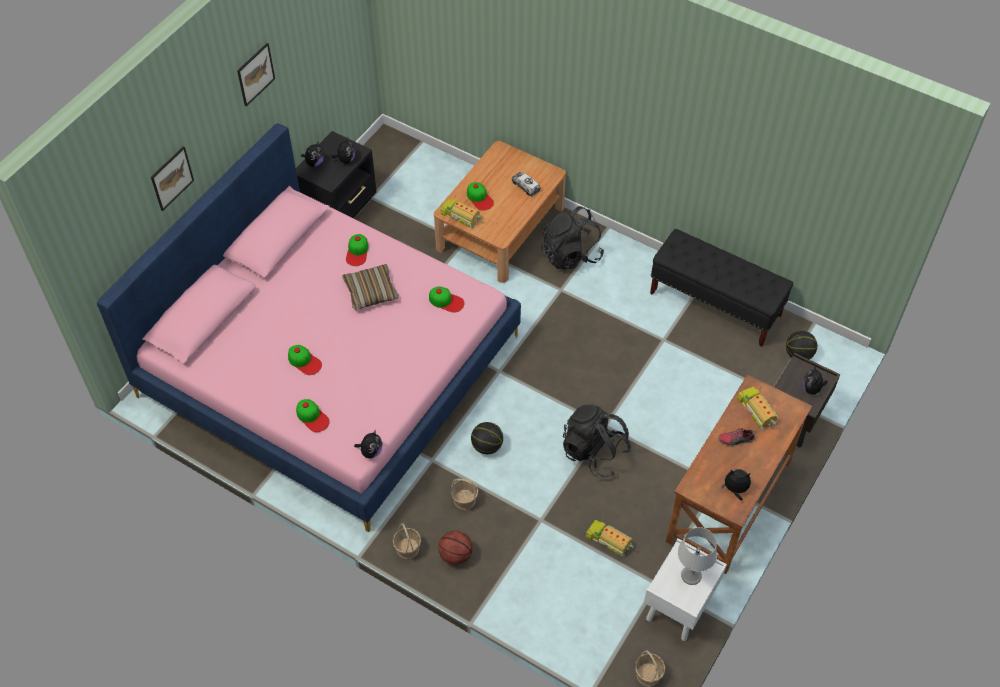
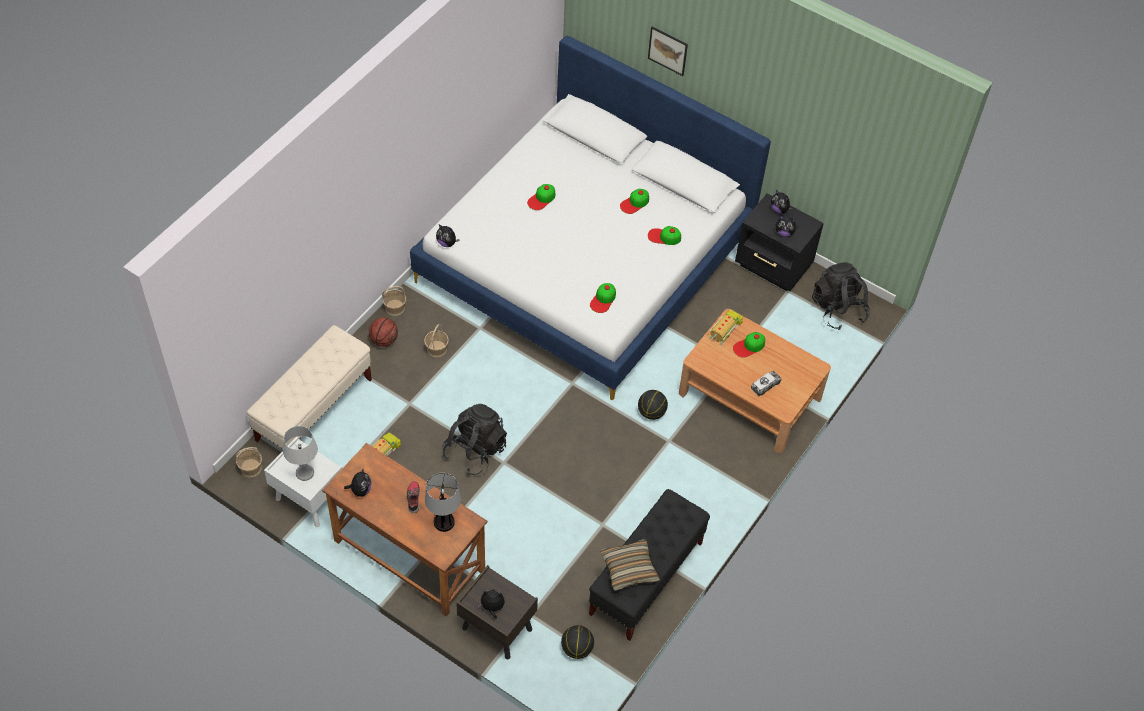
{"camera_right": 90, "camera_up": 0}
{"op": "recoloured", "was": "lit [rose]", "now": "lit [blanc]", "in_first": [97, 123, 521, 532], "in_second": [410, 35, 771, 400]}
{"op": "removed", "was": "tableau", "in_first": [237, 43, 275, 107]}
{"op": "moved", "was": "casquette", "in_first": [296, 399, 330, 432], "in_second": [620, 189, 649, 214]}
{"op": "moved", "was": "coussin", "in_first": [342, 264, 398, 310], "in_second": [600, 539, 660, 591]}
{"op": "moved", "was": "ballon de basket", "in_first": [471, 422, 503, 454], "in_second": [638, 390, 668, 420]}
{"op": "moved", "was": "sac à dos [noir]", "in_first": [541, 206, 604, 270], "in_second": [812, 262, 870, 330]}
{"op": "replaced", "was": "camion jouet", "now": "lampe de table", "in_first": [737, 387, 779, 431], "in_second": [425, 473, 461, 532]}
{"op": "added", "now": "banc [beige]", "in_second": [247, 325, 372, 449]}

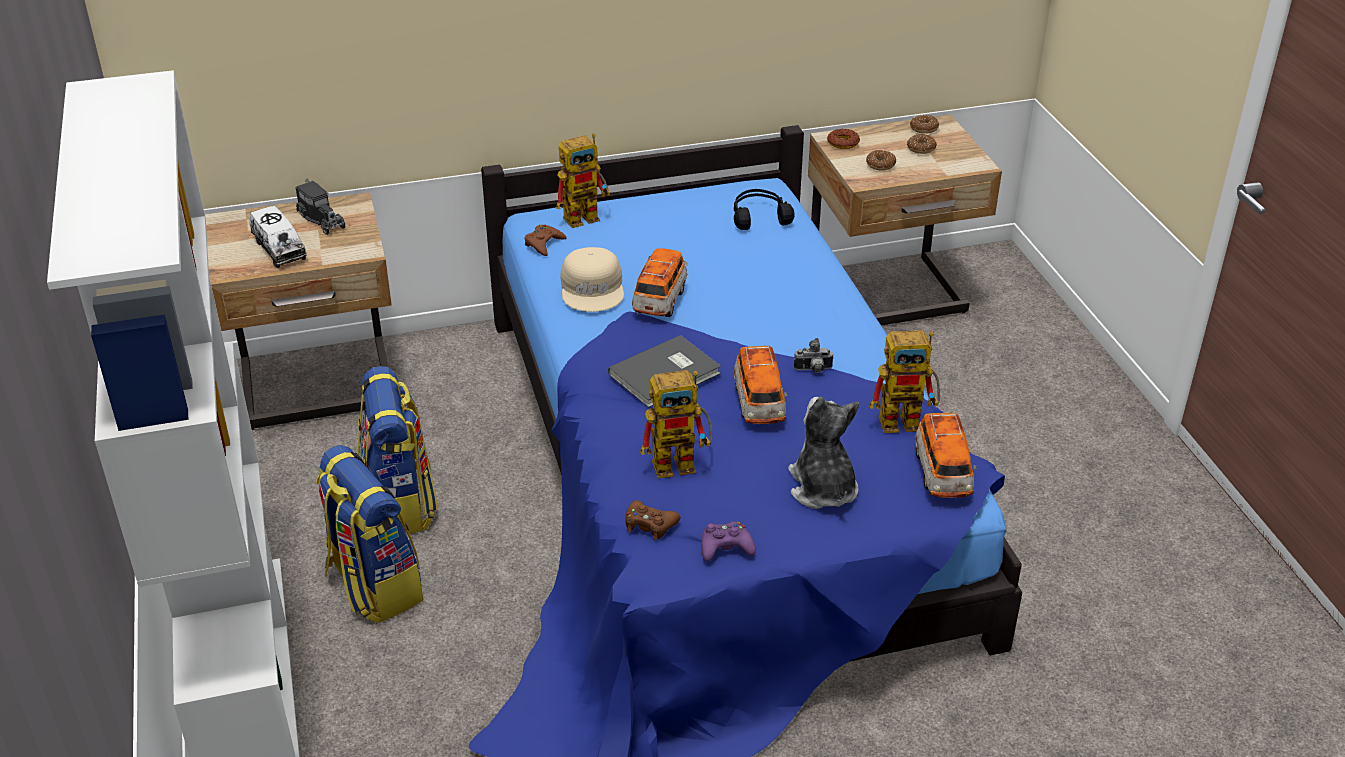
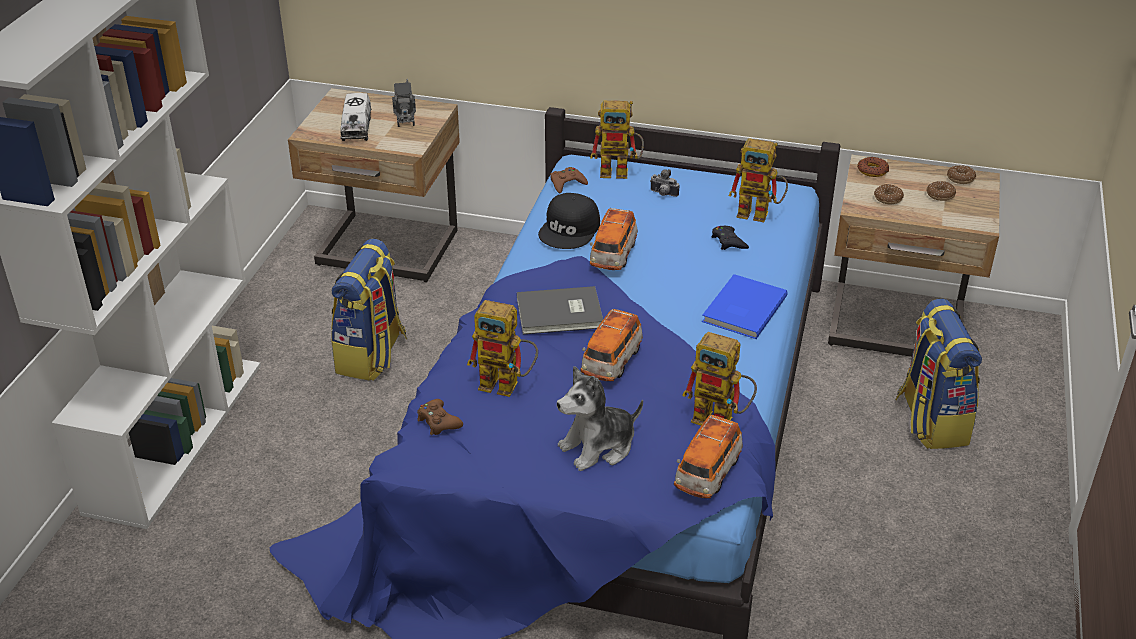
{"camera_right": 30, "camera_up": 0}
{"op": "moved", "was": "sac à dos", "in_first": [316, 445, 423, 624], "in_second": [896, 298, 982, 449]}
{"op": "recoloured", "was": "casquette [beige]", "now": "casquette [noir]", "in_first": [561, 247, 624, 312], "in_second": [538, 193, 600, 249]}
{"op": "turned", "was": "petite voiture", "in_first": [632, 248, 688, 317], "in_second": [590, 208, 638, 270], "clockwise": 150}
{"op": "removed", "was": "manette [violet]", "in_first": [701, 521, 756, 561]}
{"op": "replaced", "was": "casque audio [noir]", "now": "robot jouet", "in_first": [734, 189, 795, 230], "in_second": [729, 138, 788, 222]}
{"op": "turned", "was": "peluche", "in_first": [788, 397, 859, 509], "in_second": [557, 366, 643, 471], "clockwise": -135}
{"op": "moved", "was": "appareil photo", "in_first": [794, 338, 834, 373], "in_second": [650, 169, 679, 197]}
{"op": "added", "now": "livre [bleu]", "in_second": [702, 274, 788, 339]}
{"op": "added", "now": "manette [noir]", "in_second": [712, 226, 749, 250]}

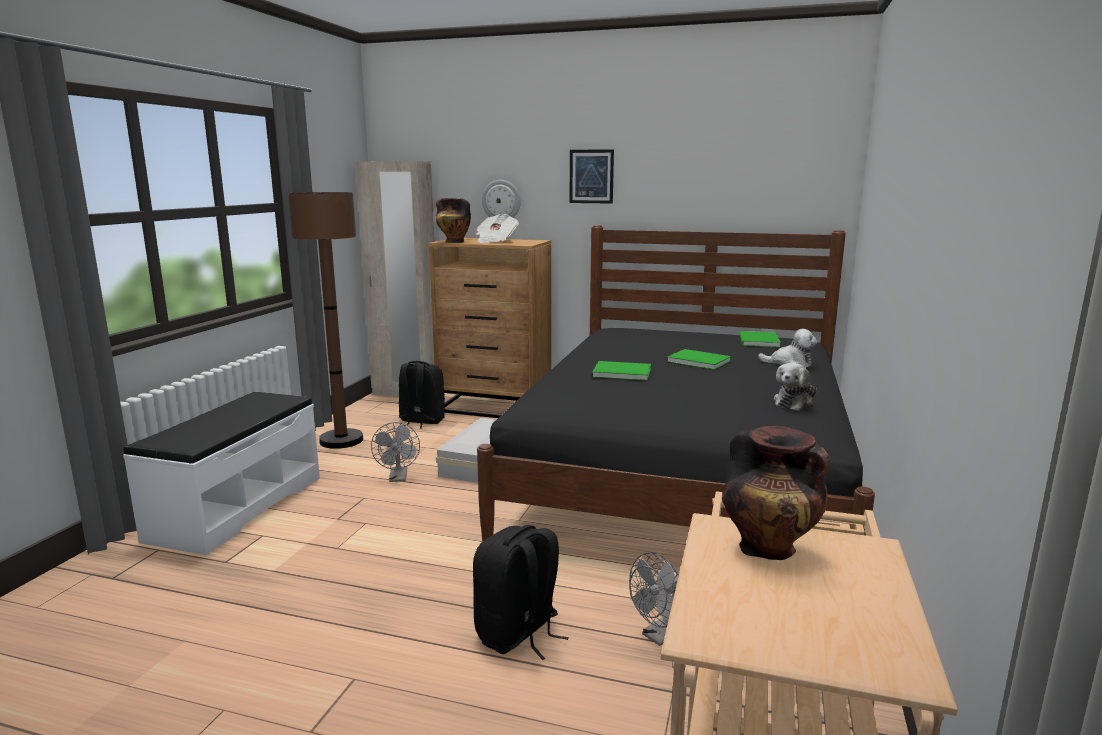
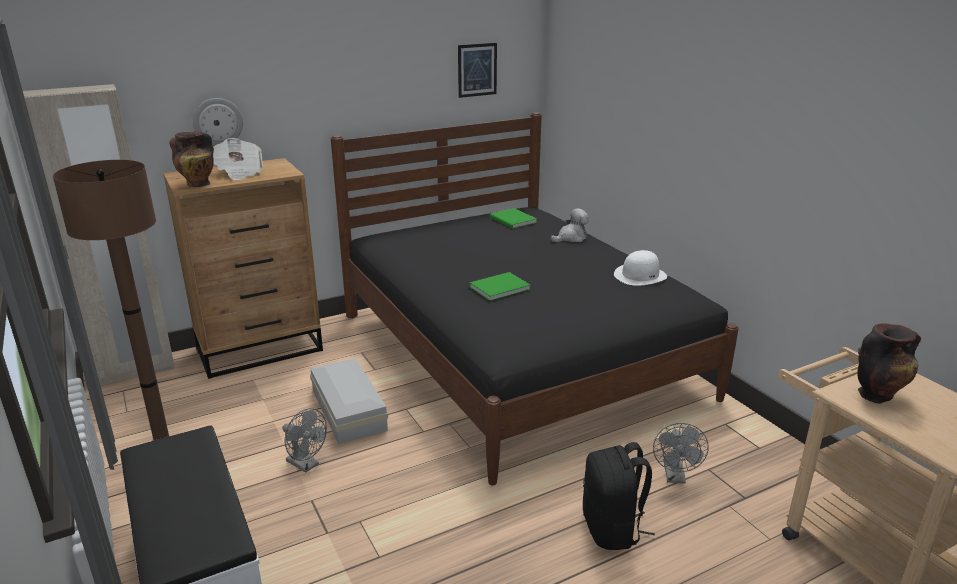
{"camera_right": -45, "camera_up": 10}
{"op": "removed", "was": "sac à dos [noir]", "in_first": [399, 361, 445, 429]}
{"op": "moved", "was": "tableau", "in_first": [569, 149, 614, 204], "in_second": [458, 43, 497, 98]}
{"op": "removed", "was": "livre [vert]", "in_first": [667, 349, 731, 370]}
{"op": "replaced", "was": "peluche", "now": "chapeau [blanc]", "in_first": [774, 363, 817, 411], "in_second": [614, 250, 667, 285]}

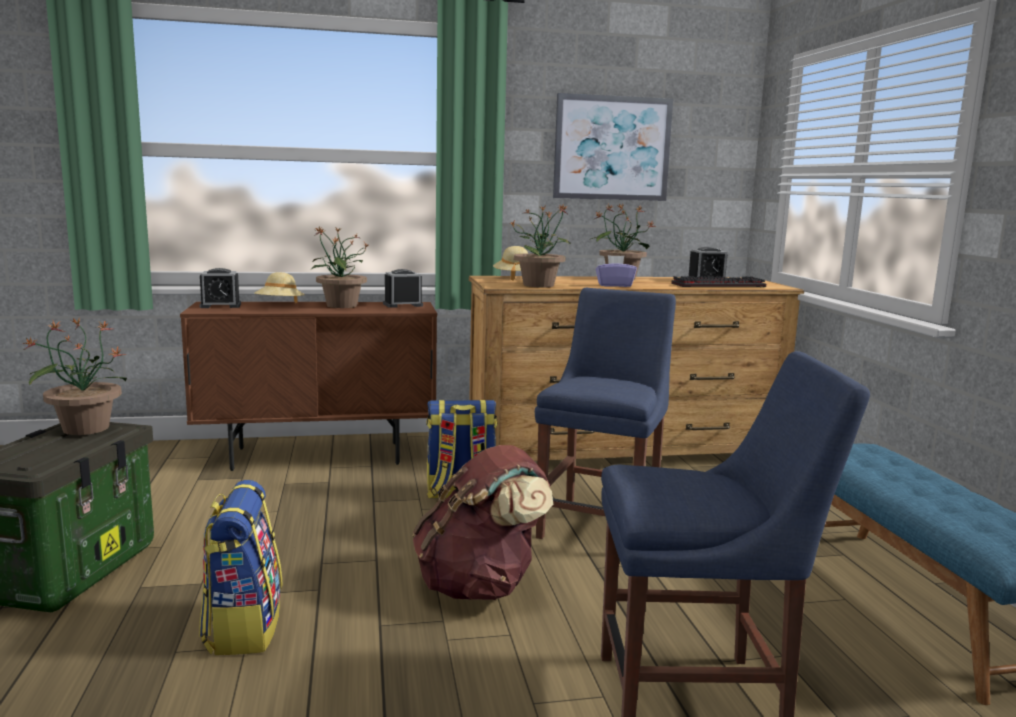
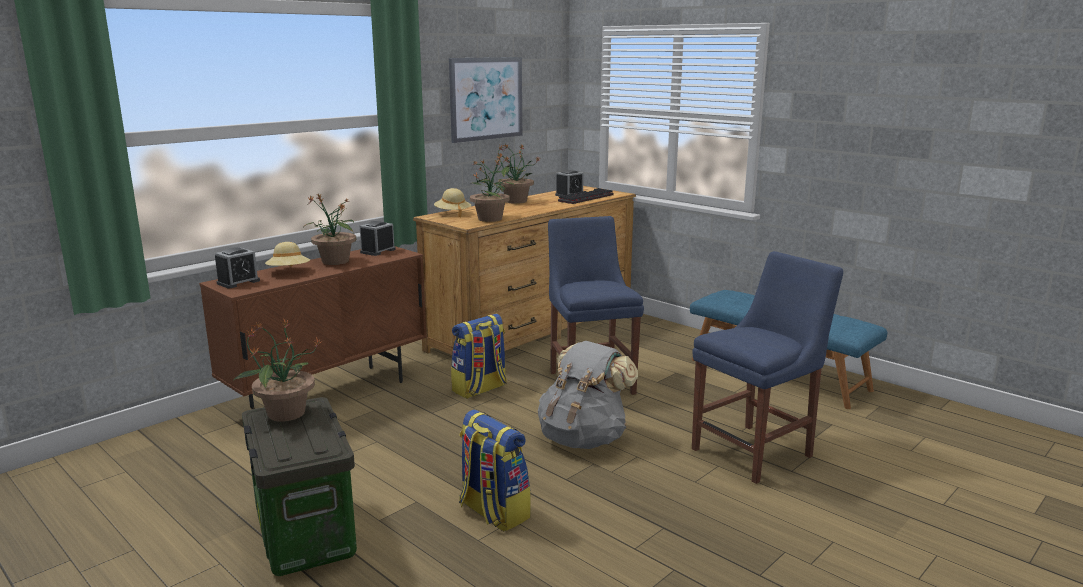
{"camera_right": -35, "camera_up": 5}
{"op": "recoloured", "was": "sac à dos [marron]", "now": "sac à dos [gris]", "in_first": [412, 445, 553, 600], "in_second": [538, 341, 638, 449]}
{"op": "removed", "was": "boîte à mouchoirs [violet]", "in_first": [595, 255, 637, 287]}

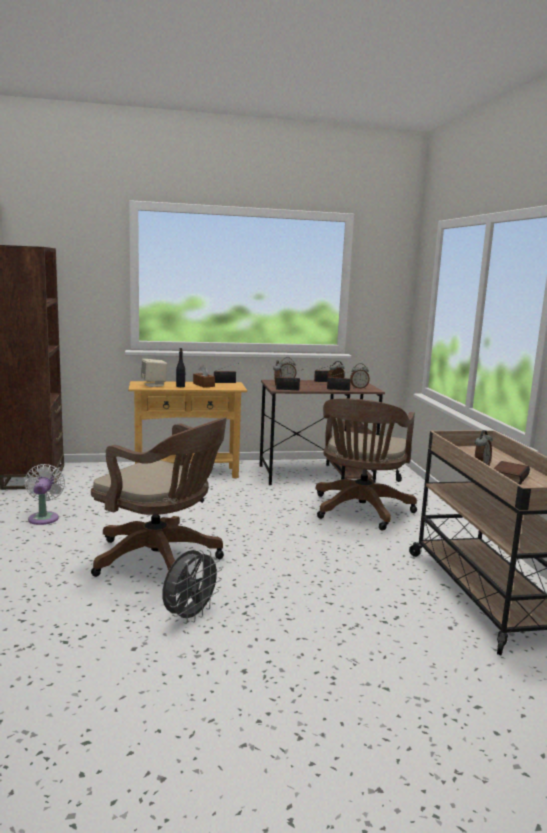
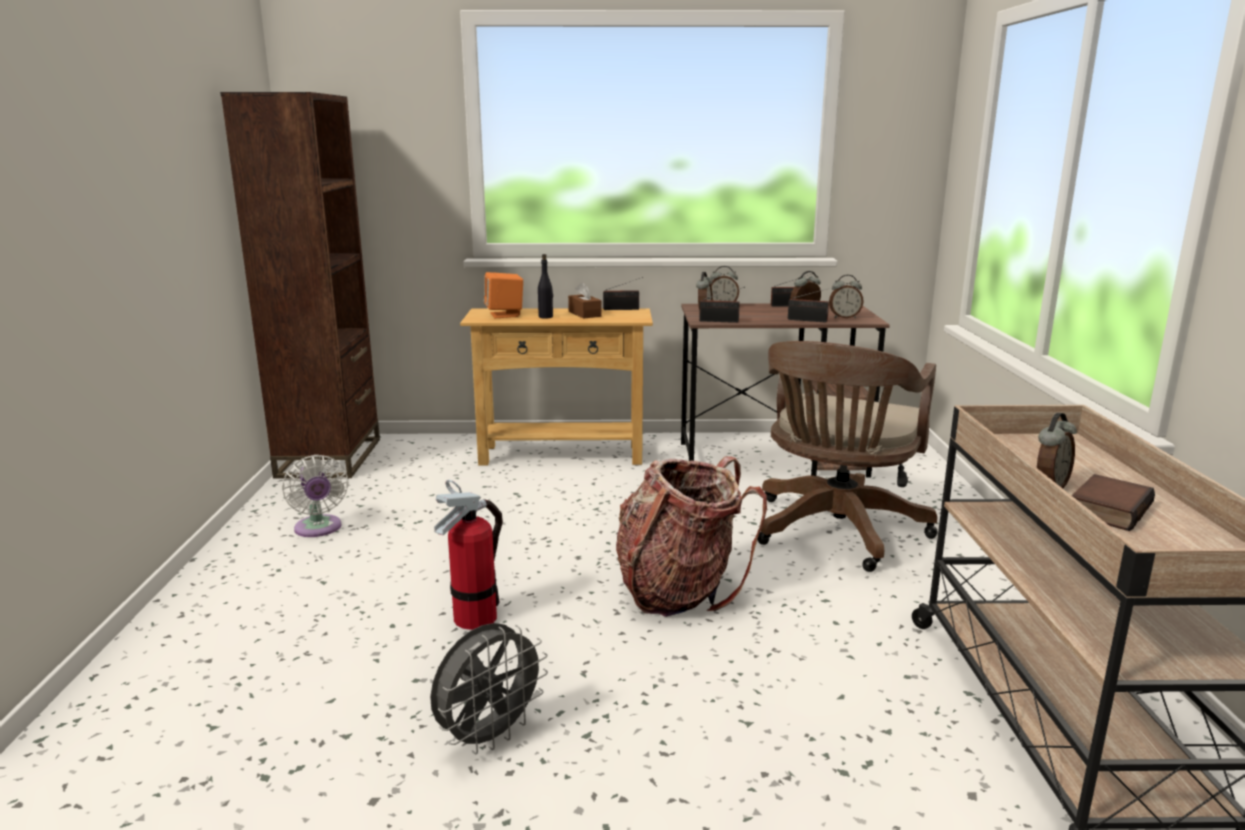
{"camera_right": 10, "camera_up": 5}
{"op": "turned", "was": "ventilateur [blanc]", "in_first": [24, 464, 65, 525], "in_second": [282, 455, 349, 537], "clockwise": 150}
{"op": "replaced", "was": "chaise de bureau [marron]", "now": "extincteur", "in_first": [91, 417, 227, 577], "in_second": [434, 480, 503, 630]}
{"op": "recoloured", "was": "enceinte [beige]", "now": "enceinte [orange]", "in_first": [141, 359, 167, 387], "in_second": [484, 272, 523, 318]}
{"op": "added", "now": "sac à dos", "in_second": [616, 456, 767, 617]}

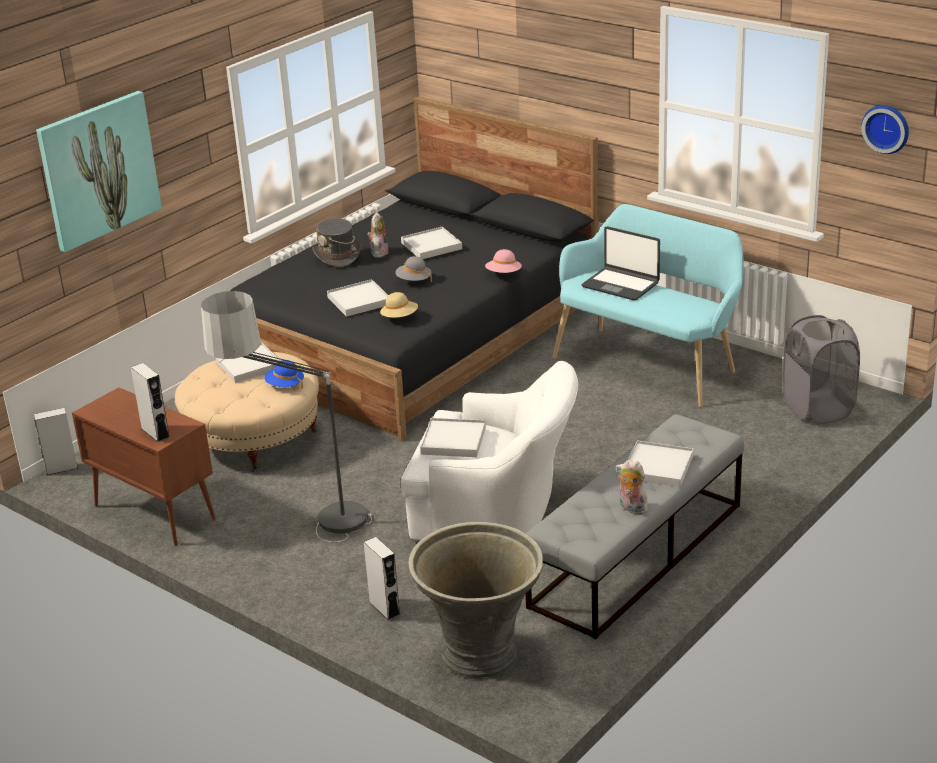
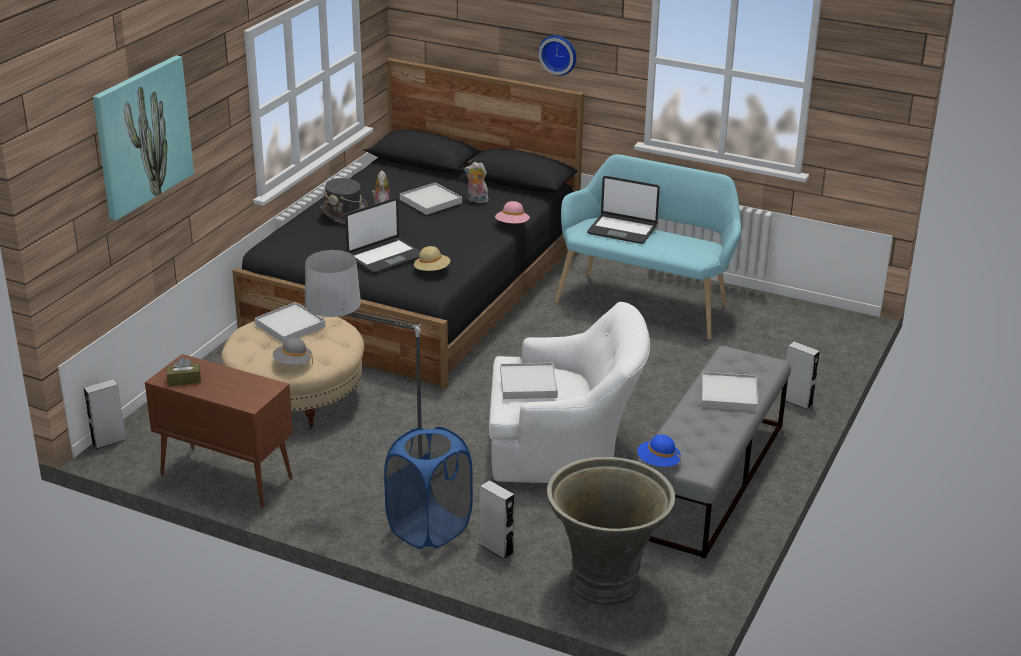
{"camera_right": -15, "camera_up": 0}
{"op": "moved", "was": "enceinte [gris]", "in_first": [131, 363, 170, 442], "in_second": [785, 342, 820, 410]}
{"op": "moved", "was": "chapeau [bleu]", "in_first": [265, 360, 304, 389], "in_second": [637, 435, 681, 467]}
{"op": "replaced", "was": "plateau [blanc]", "now": "ordinateur portable", "in_first": [327, 279, 389, 317], "in_second": [345, 198, 420, 273]}
{"op": "moved", "was": "chapeau [gris]", "in_first": [395, 256, 432, 282], "in_second": [273, 337, 313, 365]}
{"op": "moved", "was": "peluche", "in_first": [616, 460, 651, 514], "in_second": [464, 162, 488, 203]}
{"op": "removed", "was": "panier à linge [gris]", "in_first": [783, 315, 860, 424]}
{"op": "moved", "was": "horloge murale", "in_first": [861, 105, 909, 154], "in_second": [538, 35, 576, 76]}
{"op": "added", "now": "boîte à mouchoirs [marron]", "in_second": [166, 357, 201, 386]}
{"op": "added", "now": "panier à linge [bleu]", "in_second": [384, 427, 473, 549]}

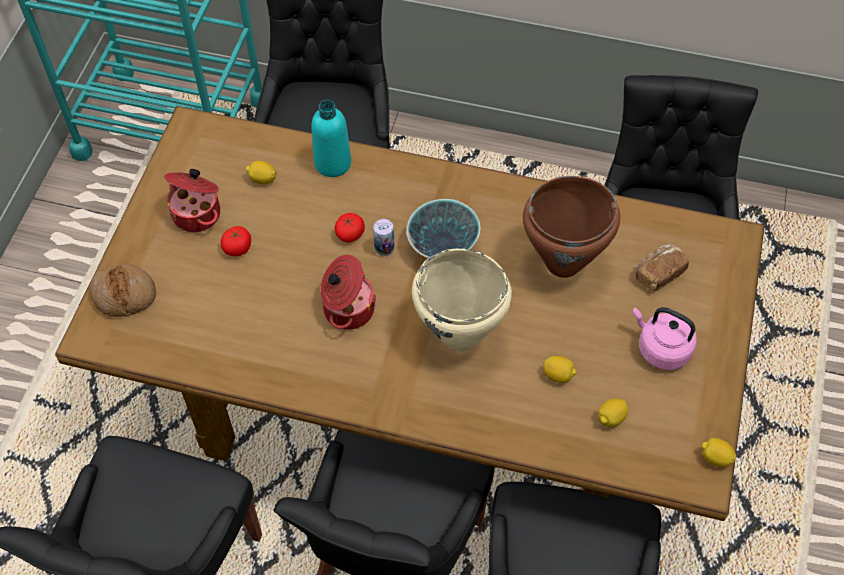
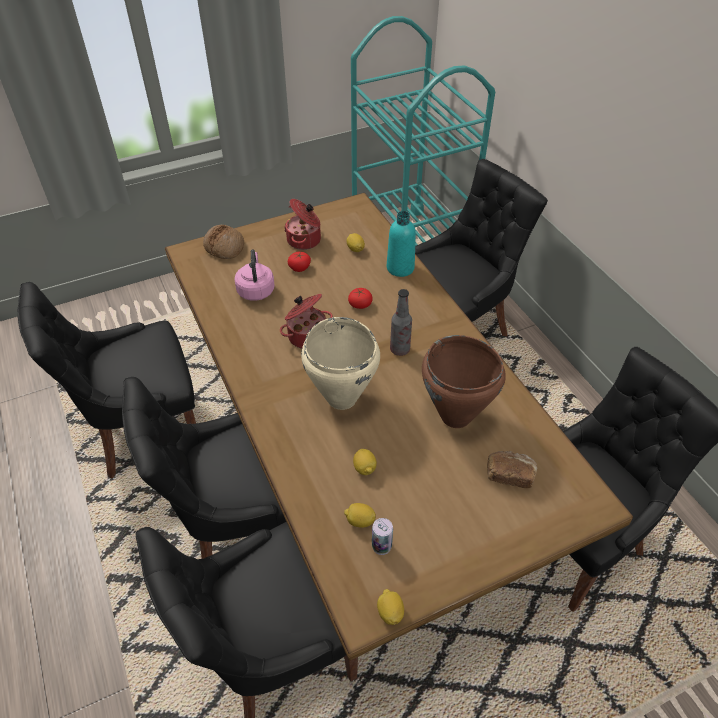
{"camera_right": 50, "camera_up": -10}
{"op": "moved", "was": "boîte métallique", "in_first": [373, 219, 395, 257], "in_second": [372, 518, 393, 555]}
{"op": "replaced", "was": "bol", "now": "bouteille", "in_first": [407, 199, 481, 258], "in_second": [390, 289, 412, 356]}
{"op": "moved", "was": "bouilloire [rose]", "in_first": [632, 307, 697, 370], "in_second": [235, 249, 275, 301]}

